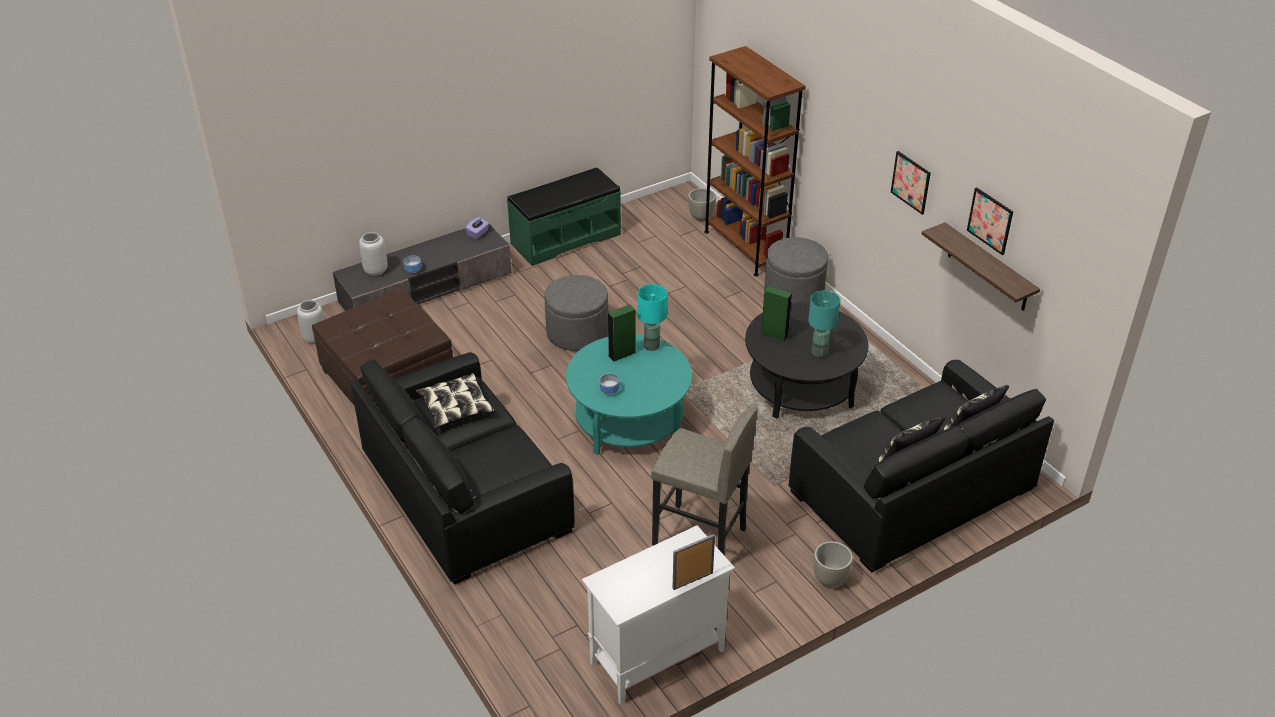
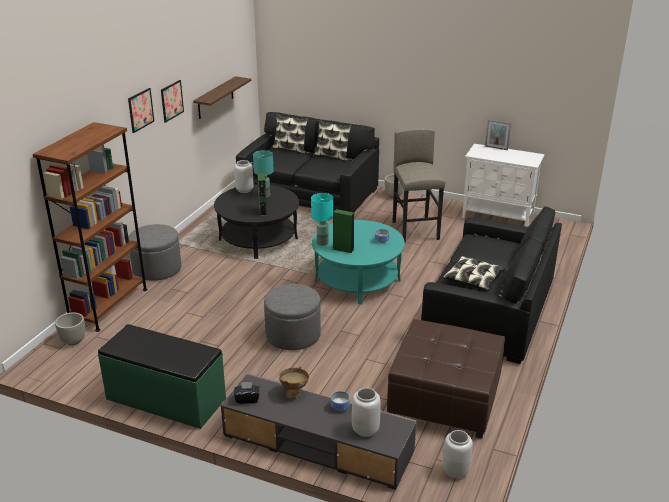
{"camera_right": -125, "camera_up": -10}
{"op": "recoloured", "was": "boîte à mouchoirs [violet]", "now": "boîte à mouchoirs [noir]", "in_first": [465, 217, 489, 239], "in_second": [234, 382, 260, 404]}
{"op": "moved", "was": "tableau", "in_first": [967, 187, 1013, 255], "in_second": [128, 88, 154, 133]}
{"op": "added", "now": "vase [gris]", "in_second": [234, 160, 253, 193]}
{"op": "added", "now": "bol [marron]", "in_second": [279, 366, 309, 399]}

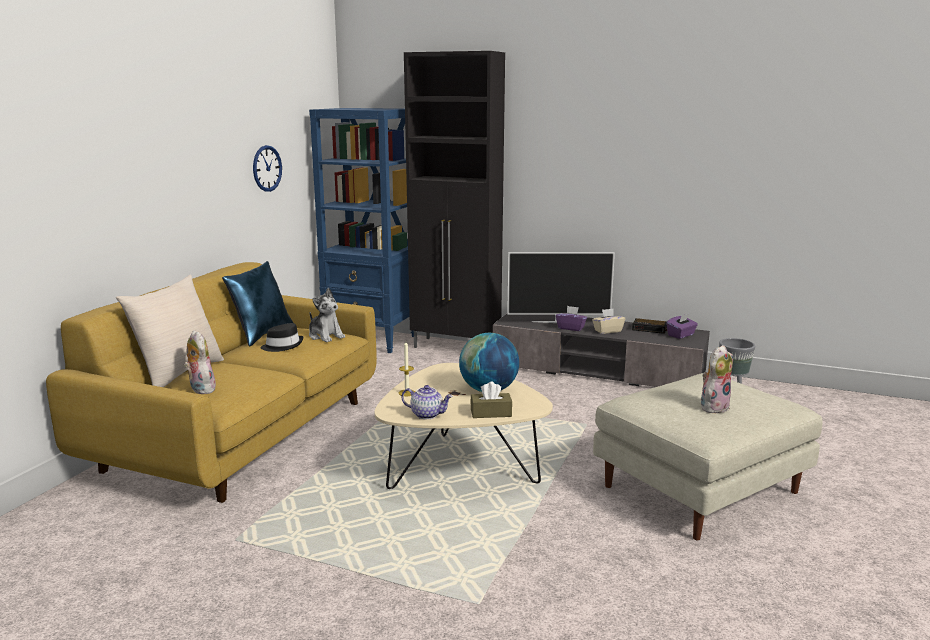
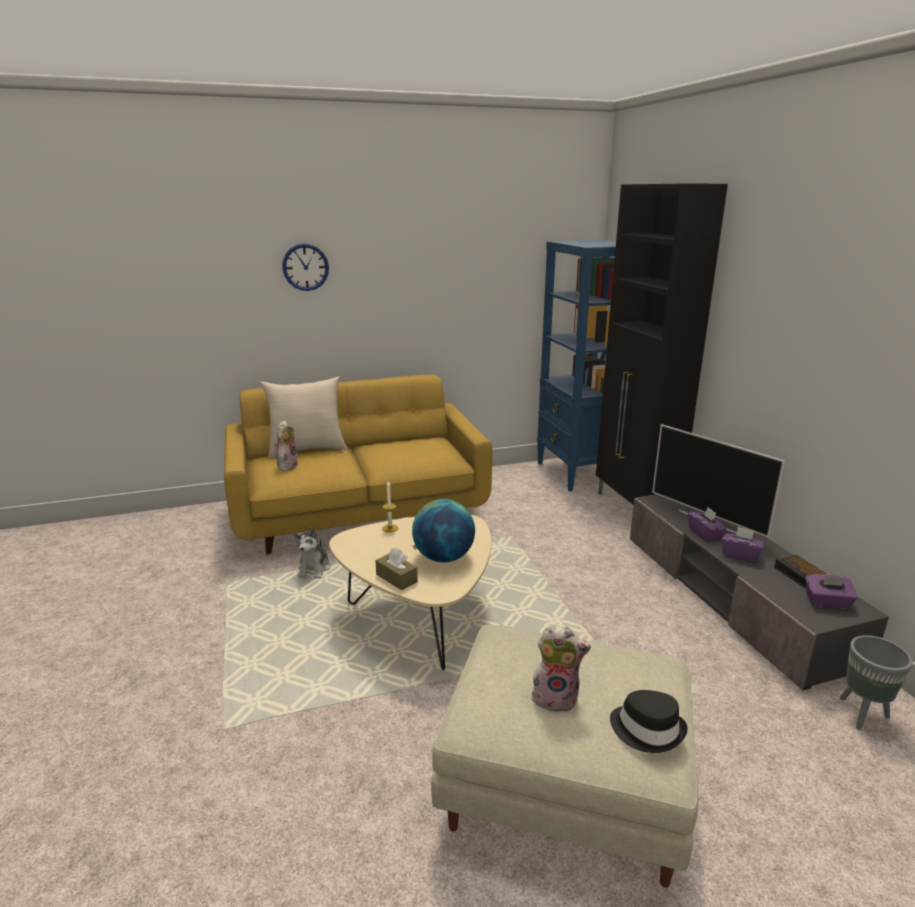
{"camera_right": 50, "camera_up": 5}
{"op": "removed", "was": "coussin [bleu]", "in_first": [222, 261, 293, 347]}
{"op": "moved", "was": "horloge murale", "in_first": [253, 145, 282, 192], "in_second": [282, 244, 329, 291]}
{"op": "moved", "was": "chapeau [noir]", "in_first": [261, 323, 303, 352], "in_second": [610, 690, 688, 753]}
{"op": "moved", "was": "peluche", "in_first": [309, 288, 345, 342], "in_second": [293, 527, 331, 579]}
{"op": "removed", "was": "théière", "in_first": [401, 385, 453, 419]}
{"op": "recoloured", "was": "boîte à mouchoirs [beige]", "now": "boîte à mouchoirs [violet]", "in_first": [592, 309, 625, 334], "in_second": [722, 527, 764, 563]}

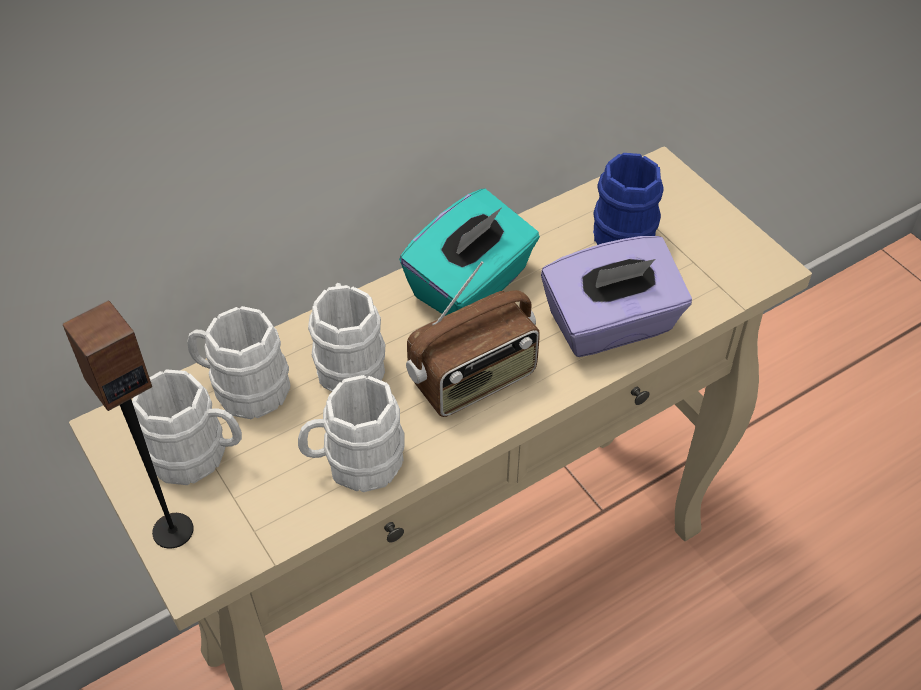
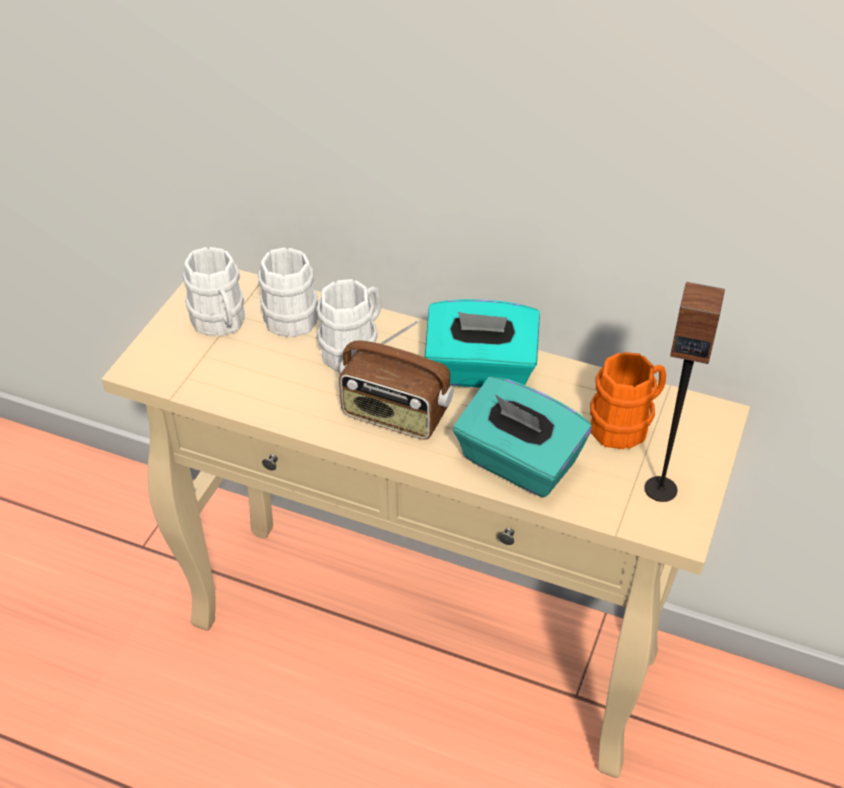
{"camera_right": 55, "camera_up": -5}
{"op": "moved", "was": "enceinte", "in_first": [62, 300, 194, 549], "in_second": [644, 282, 725, 502]}
{"op": "removed", "was": "mug [blanc]", "in_first": [298, 375, 405, 492]}
{"op": "recoloured", "was": "boîte à mouchoirs [violet]", "now": "boîte à mouchoirs [turquoise]", "in_first": [541, 236, 692, 357], "in_second": [453, 376, 592, 497]}
{"op": "recoloured", "was": "mug [bleu]", "now": "mug [orange]", "in_first": [593, 153, 664, 245], "in_second": [590, 352, 666, 449]}

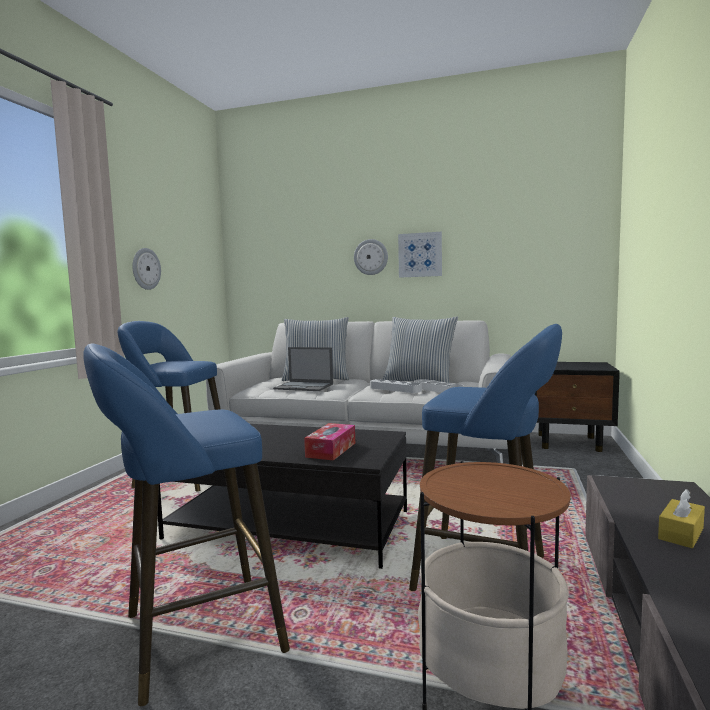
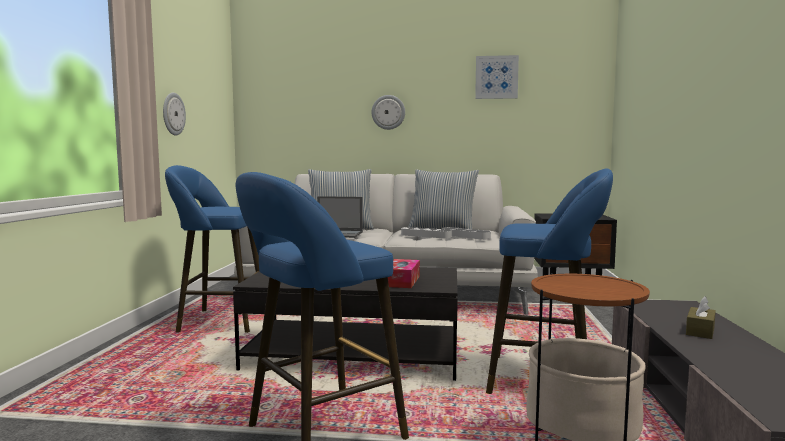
{"camera_right": -10, "camera_up": 0}
{"op": "moved", "was": "tableau", "in_first": [398, 232, 442, 278], "in_second": [475, 55, 519, 99]}
{"op": "recoloured", "was": "boîte à mouchoirs [jaune]", "now": "boîte à mouchoirs [marron]", "in_first": [658, 489, 705, 548], "in_second": [686, 296, 716, 339]}

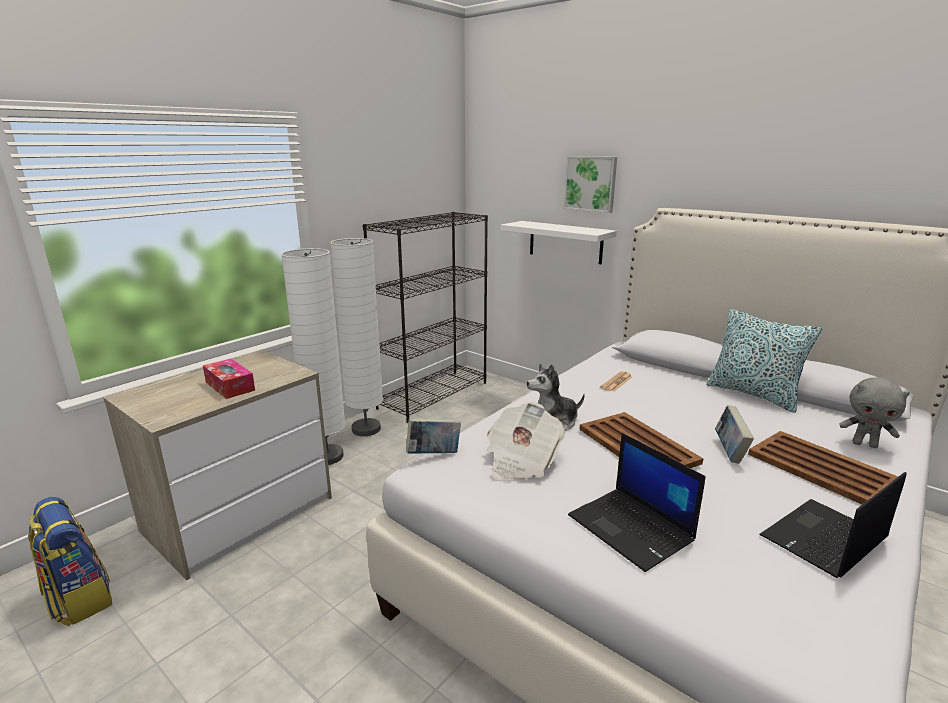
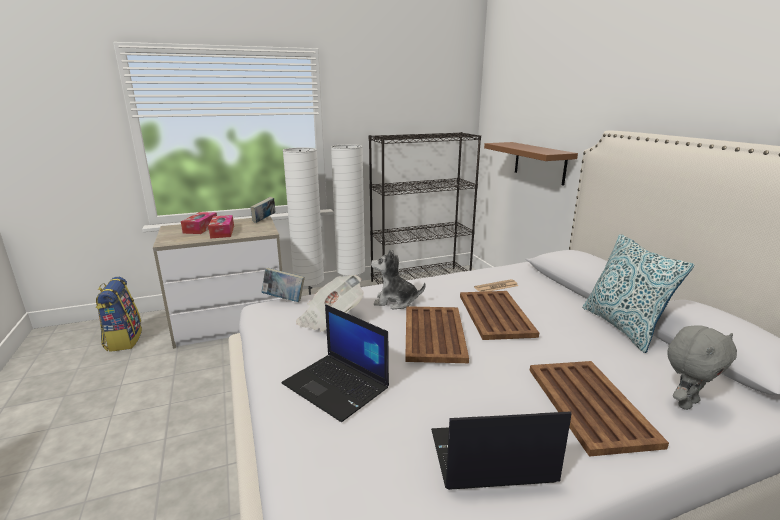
{"camera_right": 30, "camera_up": 0}
{"op": "recoloured", "was": "étagère [blanc]", "now": "étagère [marron]", "in_first": [500, 221, 617, 264], "in_second": [484, 142, 578, 186]}
{"op": "removed", "was": "tableau", "in_first": [564, 156, 617, 213]}
{"op": "turned", "was": "ordinateur portable", "in_first": [568, 433, 706, 572], "in_second": [282, 304, 389, 422], "clockwise": -45}
{"op": "moved", "was": "livre", "in_first": [715, 405, 754, 463], "in_second": [250, 197, 275, 223]}
{"op": "turned", "was": "peluche [gris]", "in_first": [839, 377, 910, 448], "in_second": [667, 325, 737, 410], "clockwise": -90}
{"op": "added", "now": "boîte à mouchoirs", "in_second": [181, 212, 217, 234]}
{"op": "added", "now": "plateau [marron]", "in_second": [460, 291, 539, 340]}

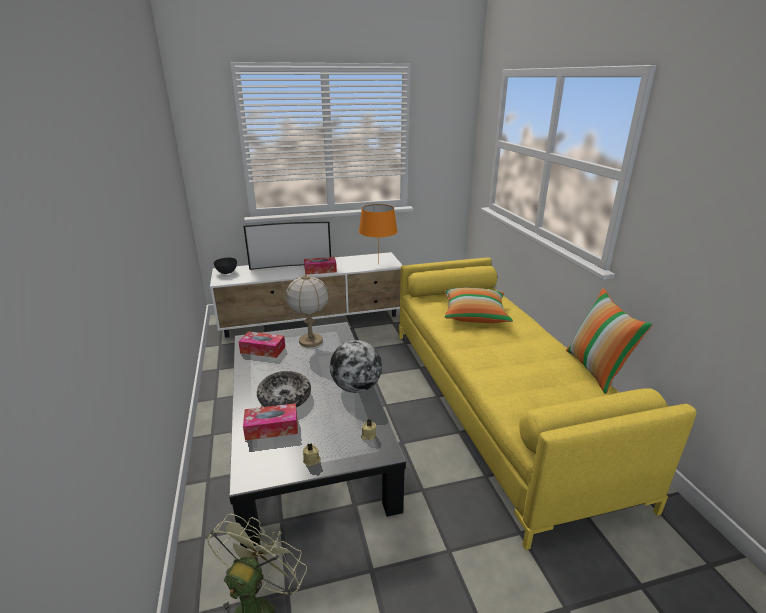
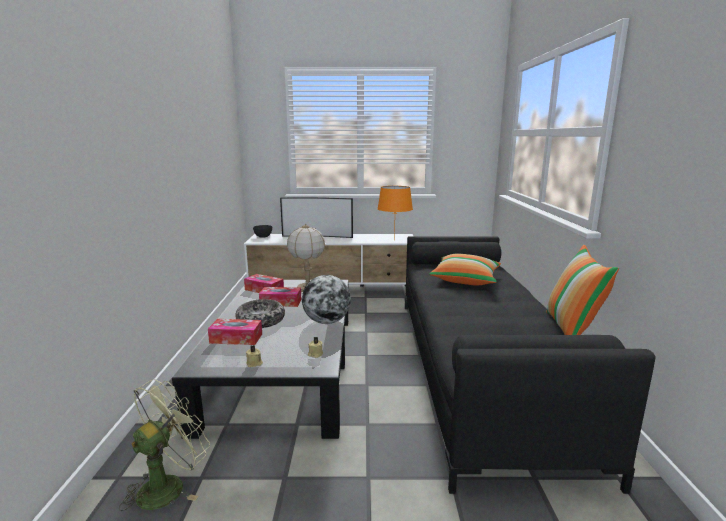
{"camera_right": 15, "camera_up": -10}
{"op": "moved", "was": "boîte à mouchoirs", "in_first": [304, 257, 337, 275], "in_second": [259, 287, 301, 307]}
{"op": "recoloured", "was": "canapé [jaune]", "now": "canapé [noir]", "in_first": [399, 257, 697, 550], "in_second": [405, 236, 656, 494]}

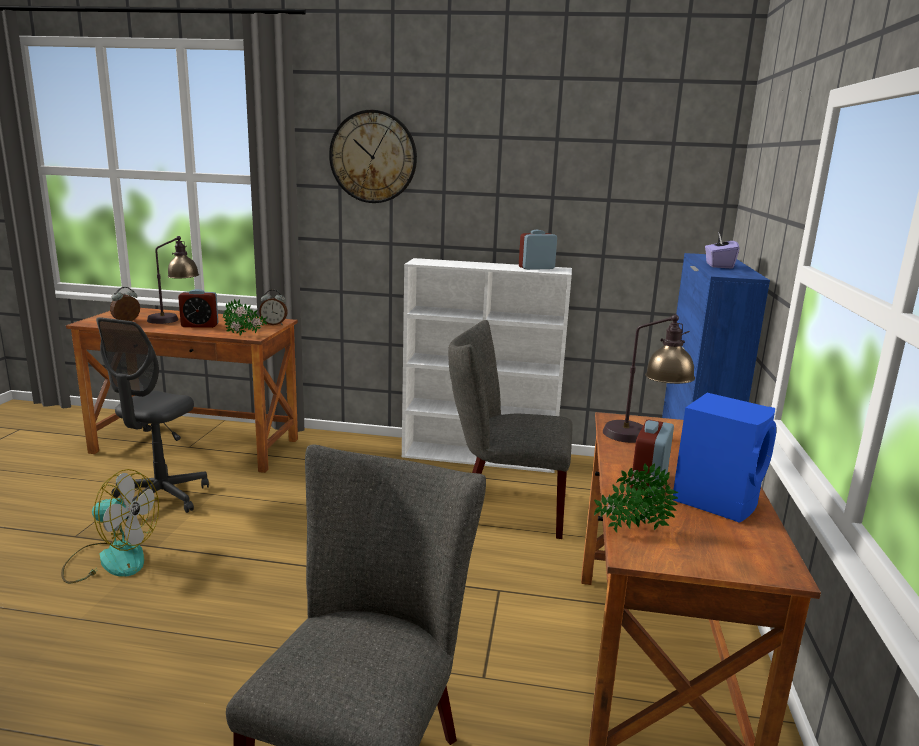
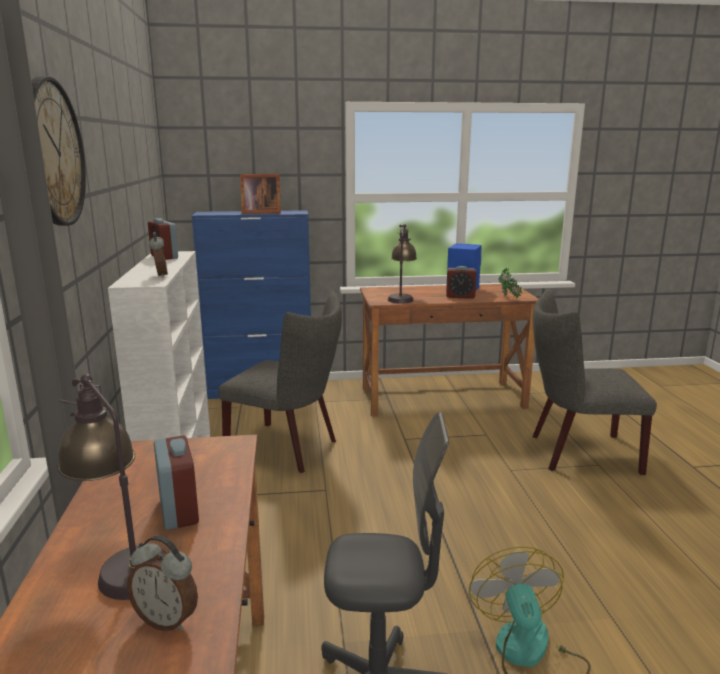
{"camera_right": -105, "camera_up": 0}
{"op": "removed", "was": "plante en pot", "in_first": [223, 299, 267, 336]}
{"op": "moved", "was": "réveil", "in_first": [259, 290, 288, 325], "in_second": [149, 232, 168, 278]}
{"op": "turned", "was": "chaise [gris]", "in_first": [448, 320, 573, 539], "in_second": [218, 290, 342, 473], "clockwise": -60}
{"op": "replaced", "was": "boîte à mouchoirs [violet]", "now": "cadre photo", "in_first": [705, 232, 739, 269], "in_second": [240, 174, 281, 214]}

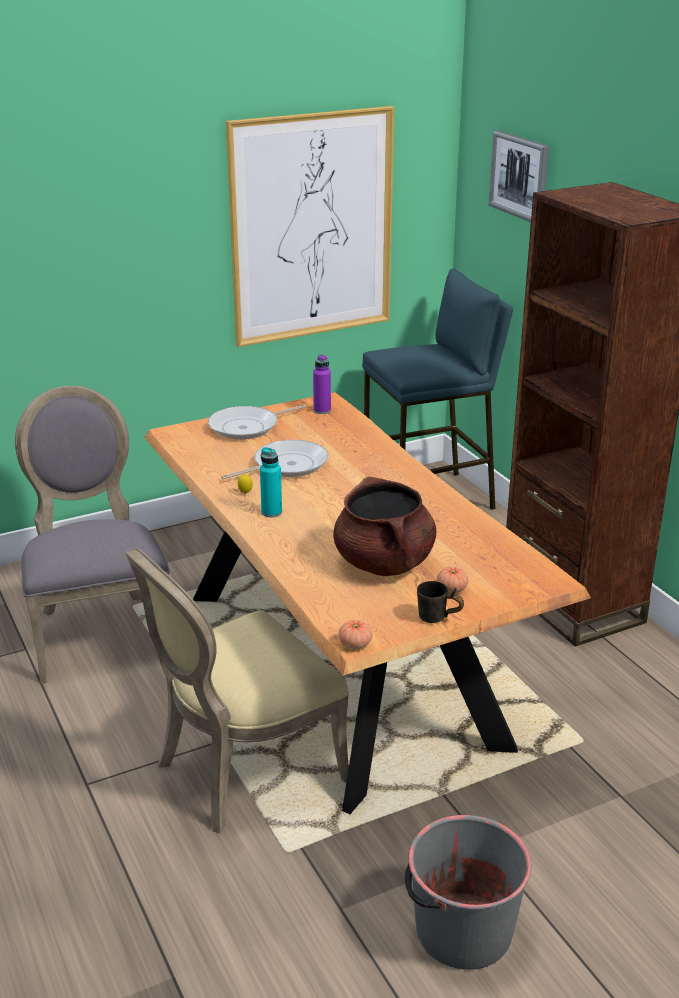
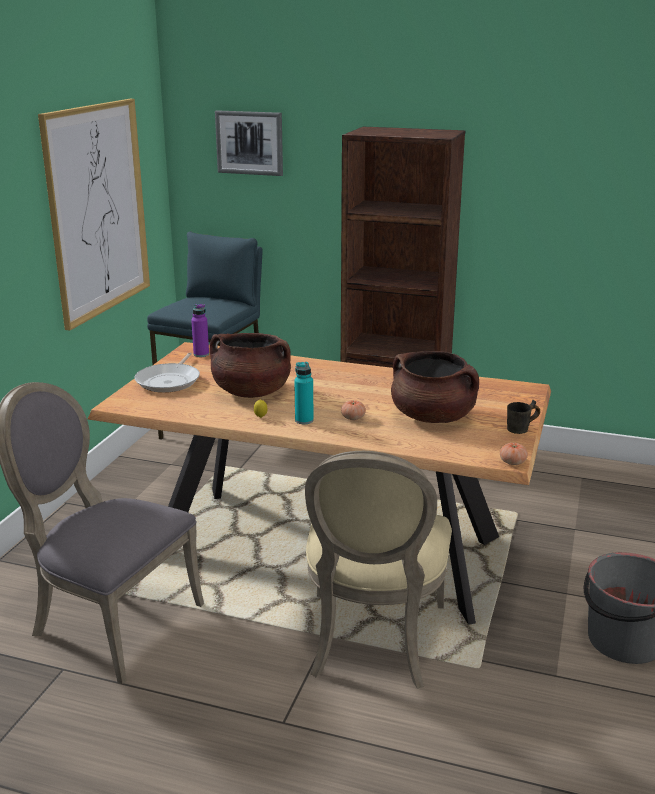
{"camera_right": -45, "camera_up": -5}
{"op": "replaced", "was": "poêle", "now": "marmite [marron]", "in_first": [221, 440, 328, 479], "in_second": [210, 333, 291, 398]}
{"op": "moved", "was": "tomate", "in_first": [437, 567, 468, 593], "in_second": [341, 400, 366, 420]}

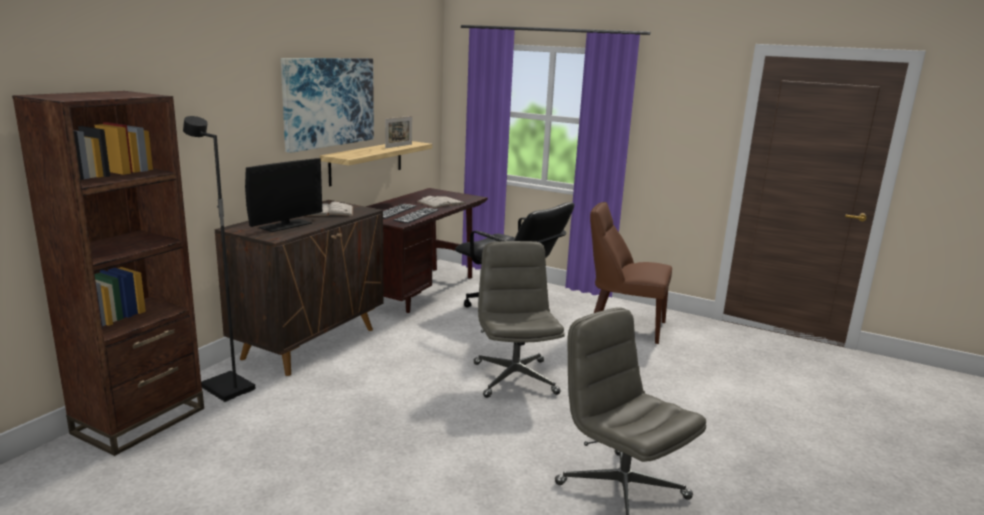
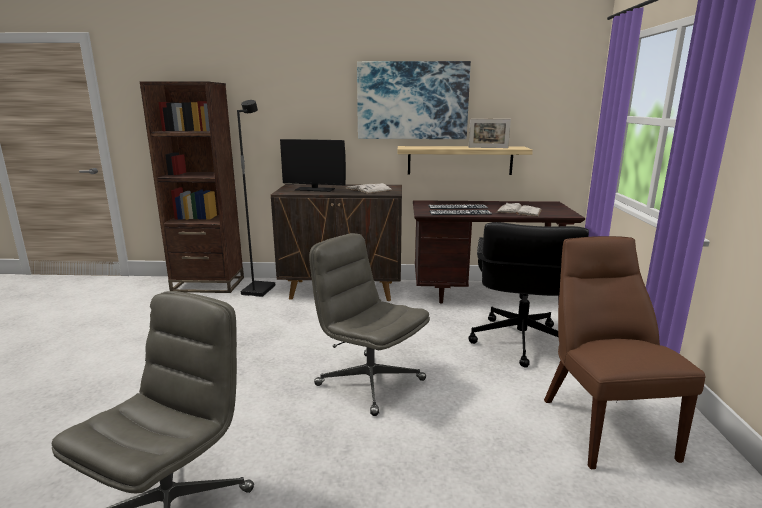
{"camera_right": 65, "camera_up": 0}
{"op": "turned", "was": "chaise de bureau [gris]", "in_first": [474, 241, 565, 398], "in_second": [309, 233, 430, 416], "clockwise": -105}

